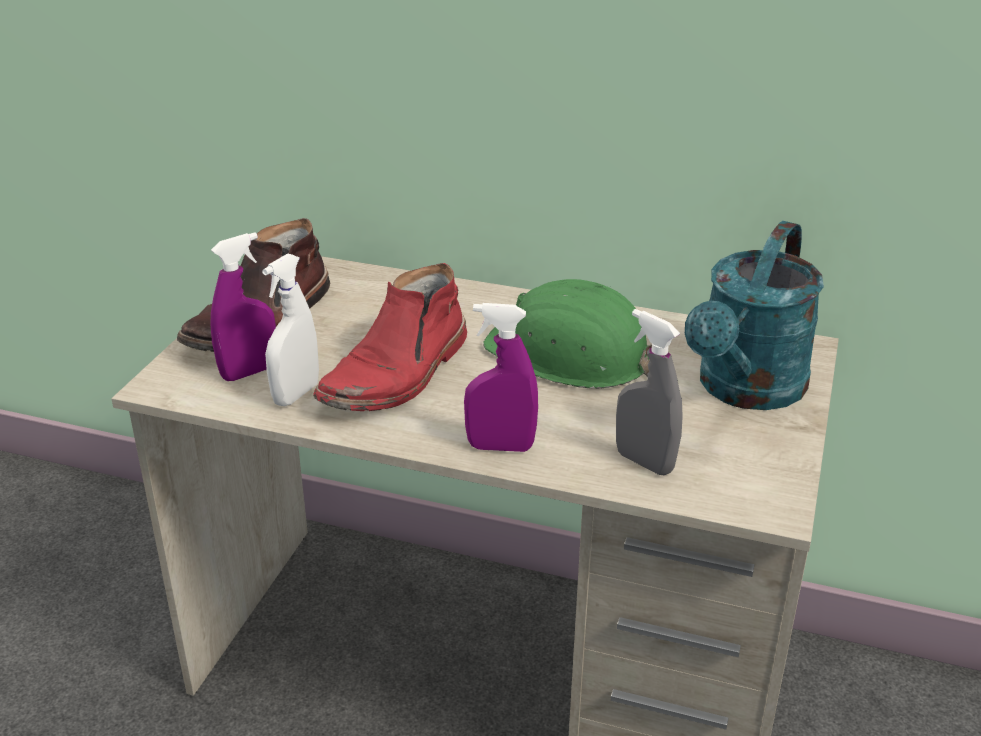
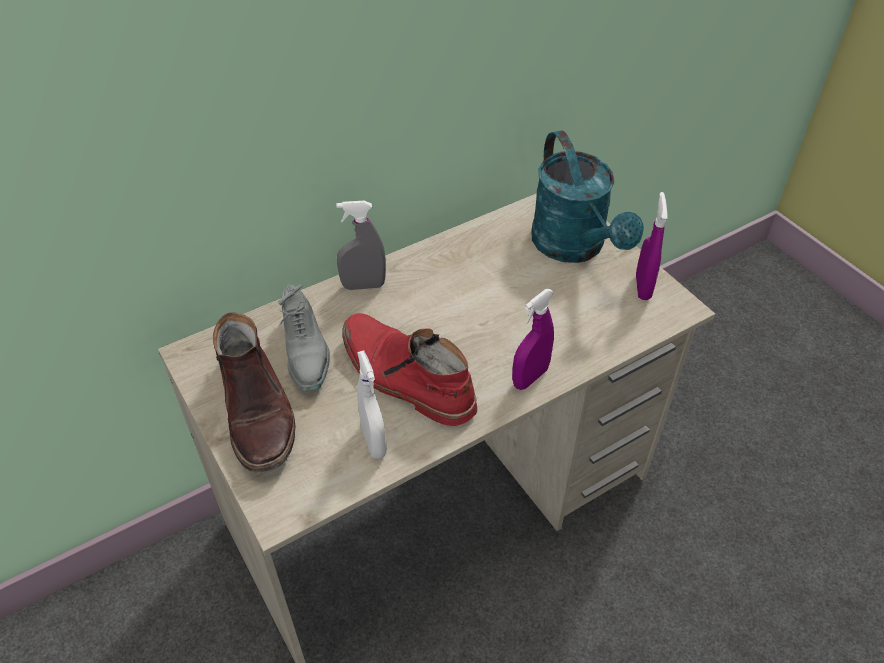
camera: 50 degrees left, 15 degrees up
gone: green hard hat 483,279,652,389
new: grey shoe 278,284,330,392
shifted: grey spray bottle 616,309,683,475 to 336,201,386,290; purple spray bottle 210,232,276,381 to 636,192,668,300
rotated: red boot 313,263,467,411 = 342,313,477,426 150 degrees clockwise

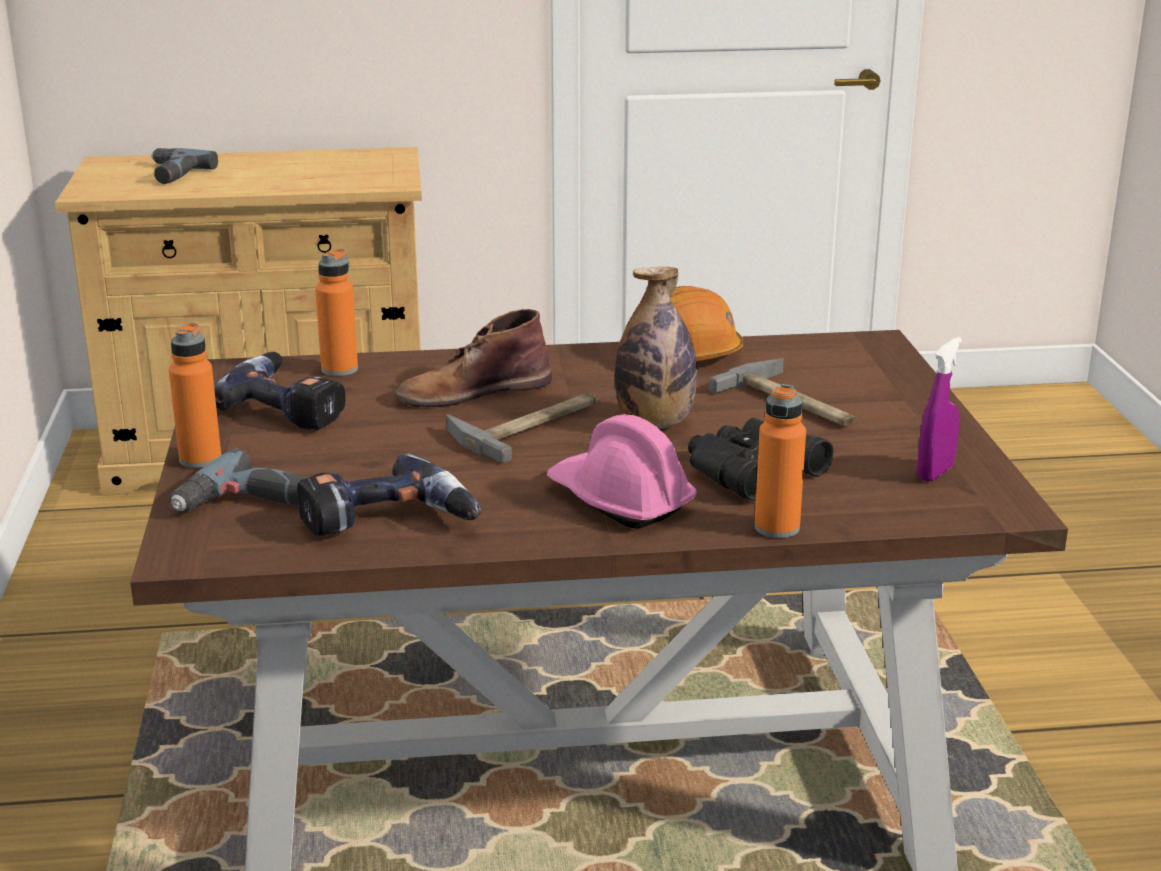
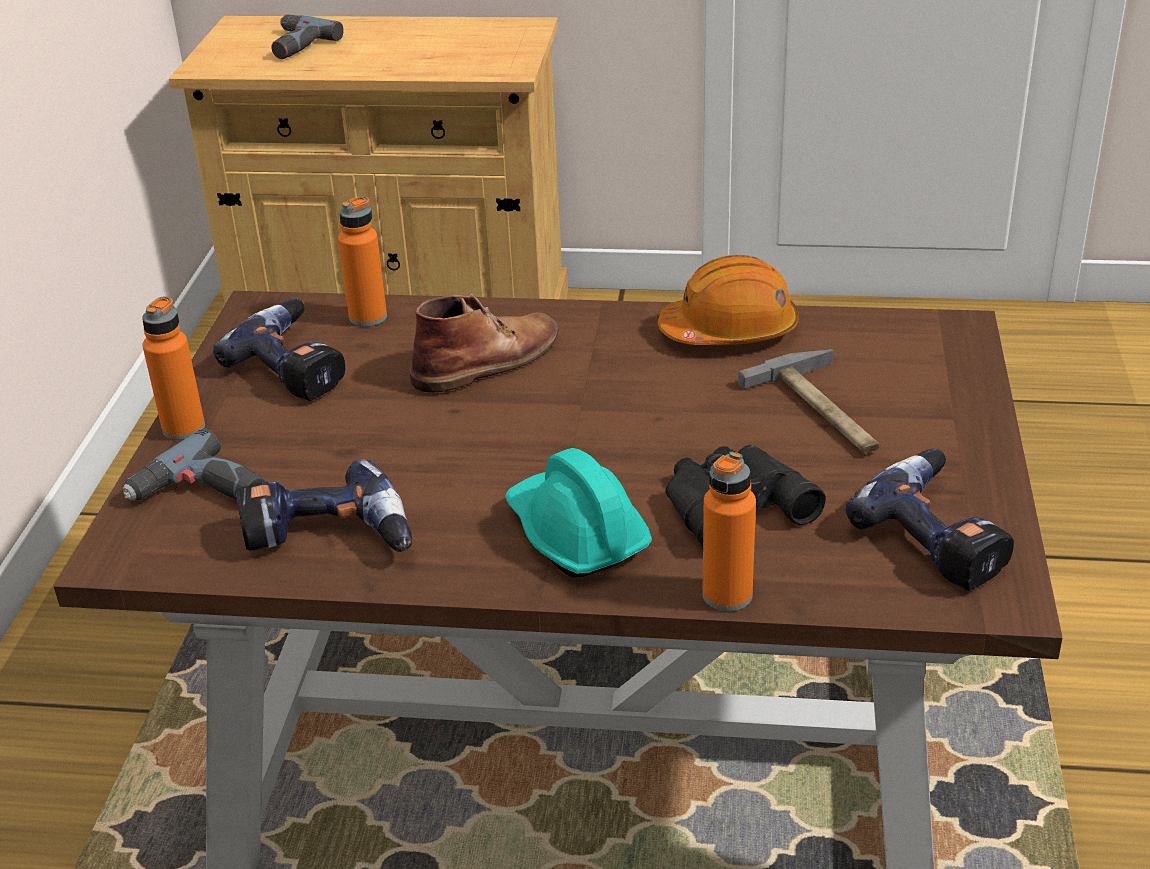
camera: 15 degrees right, 10 degrees up
gone: hammer 447,393,597,464; bottle 615,267,697,429
swapped: purple spray bottle 917,337,962,482 to power drill 845,448,1014,591
repainted: pink hard hat 547,414,697,529 to turquoise hard hat 505,448,652,578
rotated: brown boot 395,309,552,407 = 410,293,559,393 150 degrees clockwise

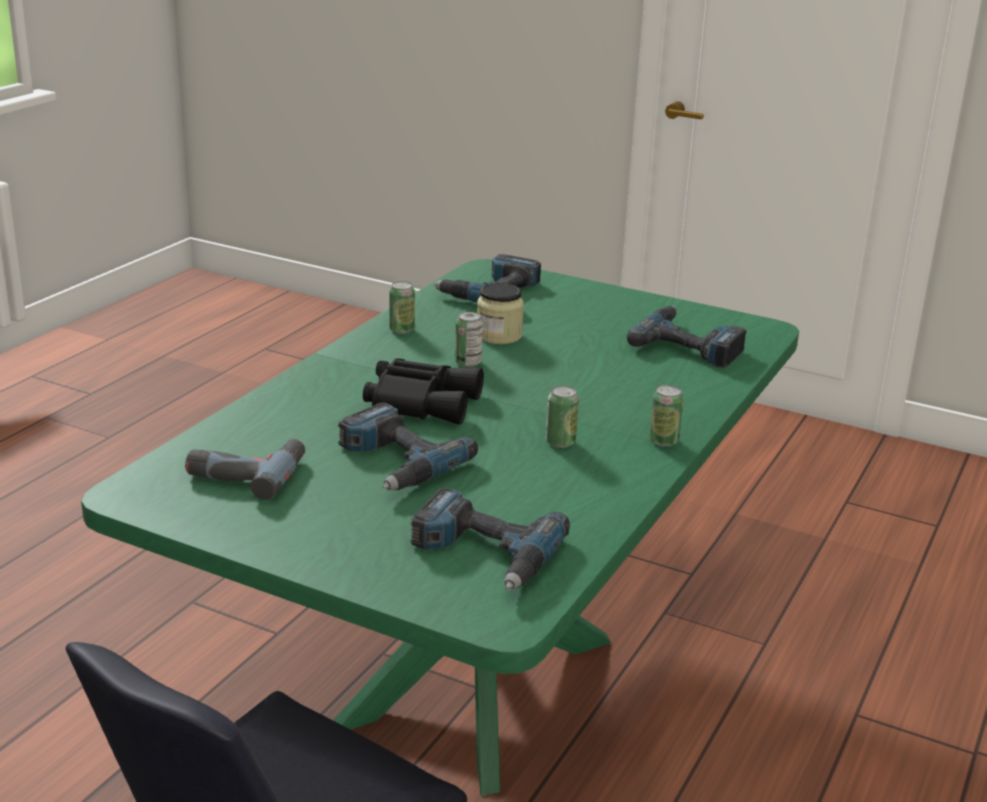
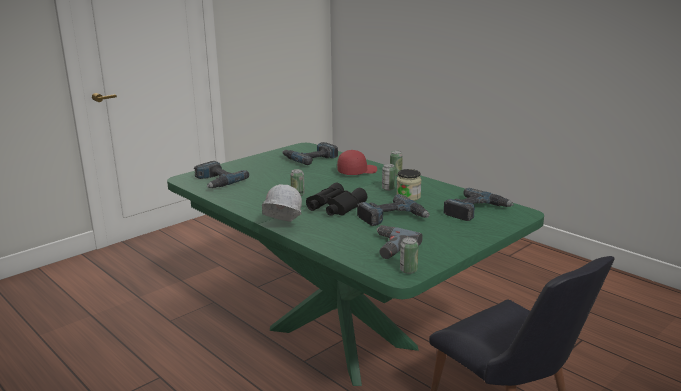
camera: 70 degrees left, 5 degrees down
new: white hard hat 262,184,302,222; red cap 337,150,377,175
shifted: jar 477,283,524,344 to 396,169,421,201; can 389,281,415,334 to 400,237,418,274

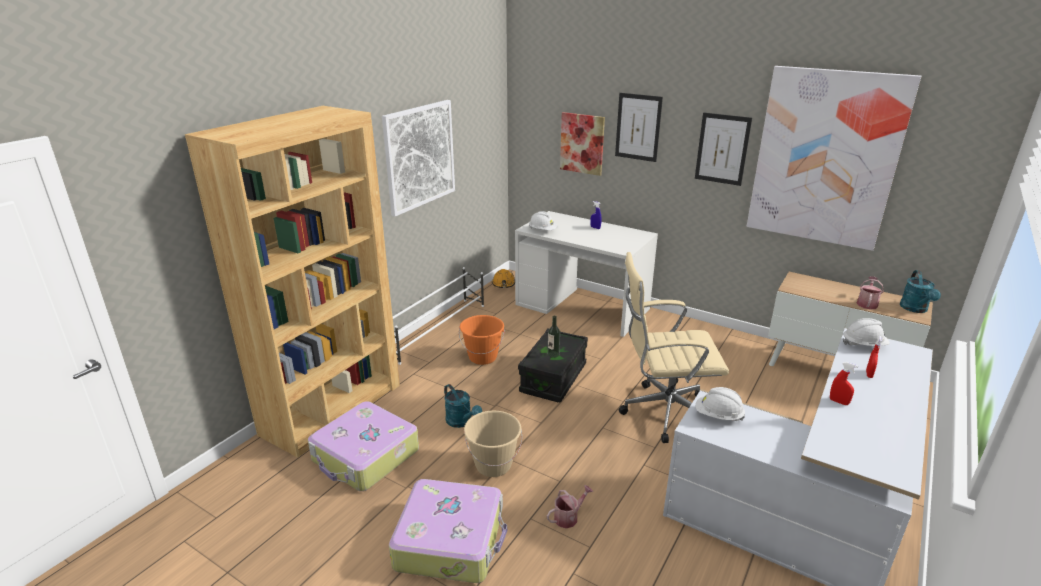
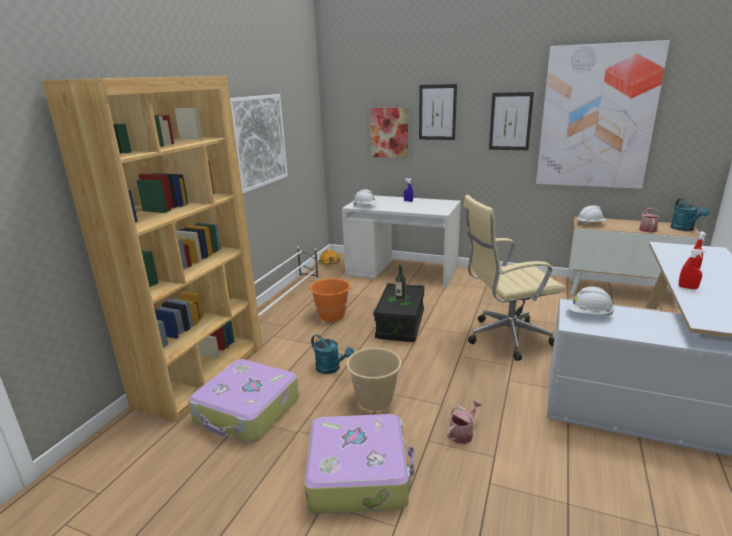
camera: 10 degrees left, 5 degrees down
shifted: white hard hat 843,318,890,346 to 577,205,607,225

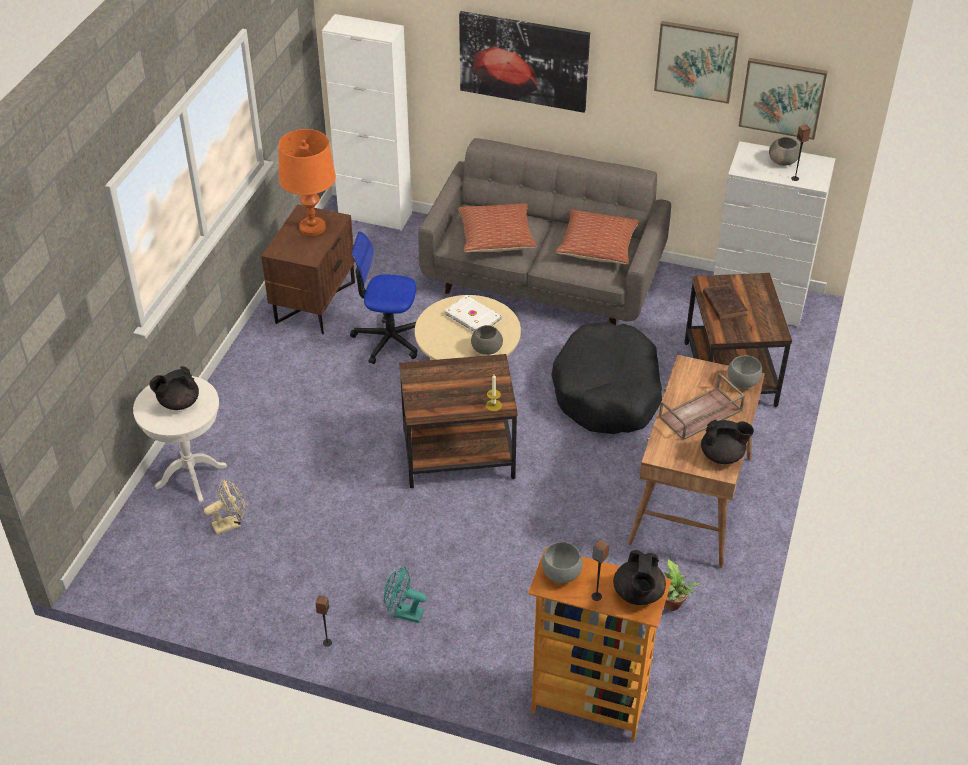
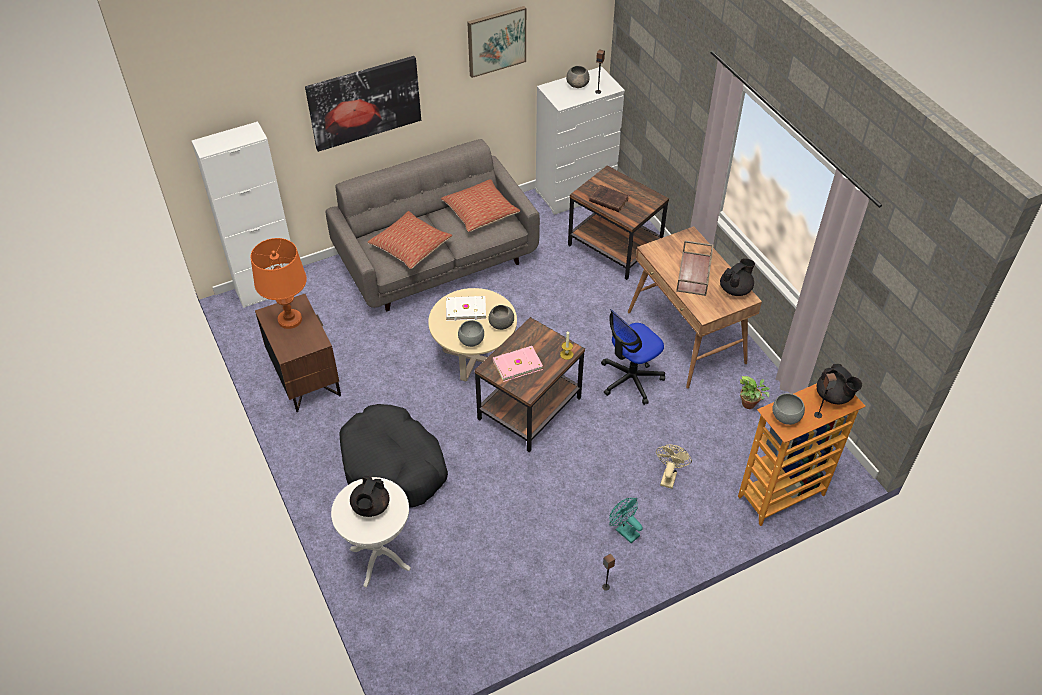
camera: 45 degrees left, 5 degrees up
gone: picture 738,58,828,140
new: pink book 493,346,543,382
shifted: black dog bed 551,322,662,434 to 339,404,448,508; grey bowl 727,355,762,388 to 458,320,484,347; office chair 350,231,418,364 to 601,309,665,405; beige fan 204,479,245,535 to 656,444,692,489
rotated: turquoise fan 383,566,427,623 = 609,498,643,543 75 degrees clockwise

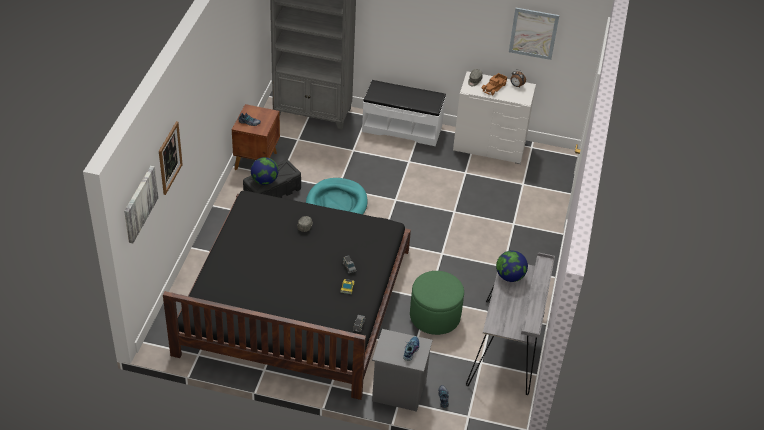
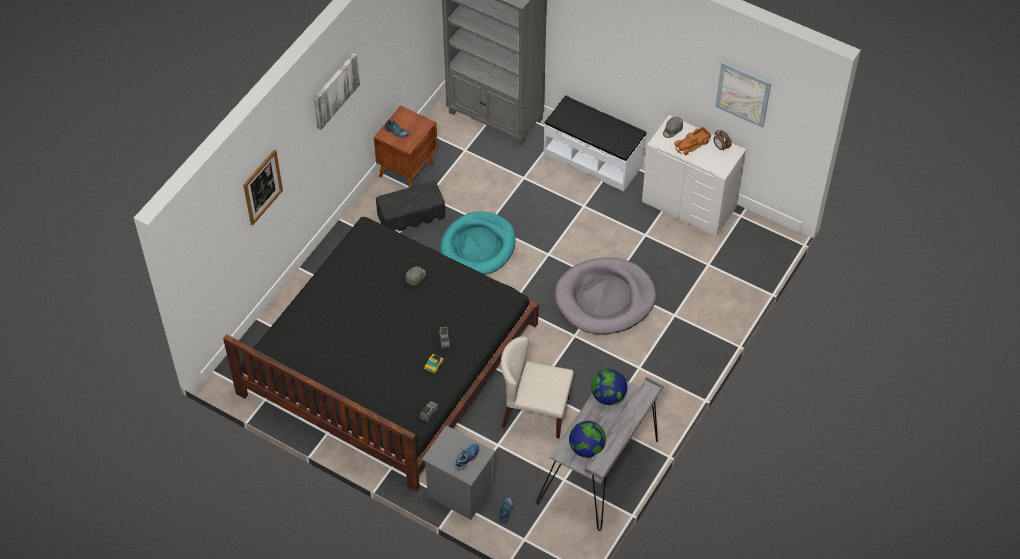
camera: 20 degrees right, 10 degrees up
new: grey dog bed 555,257,656,334
shifted: picture 124,165,159,243 to 313,53,360,130; globe 251,157,278,185 to 569,421,606,458
swapped: green ottoman 410,271,464,335 to beige chair 501,336,574,439

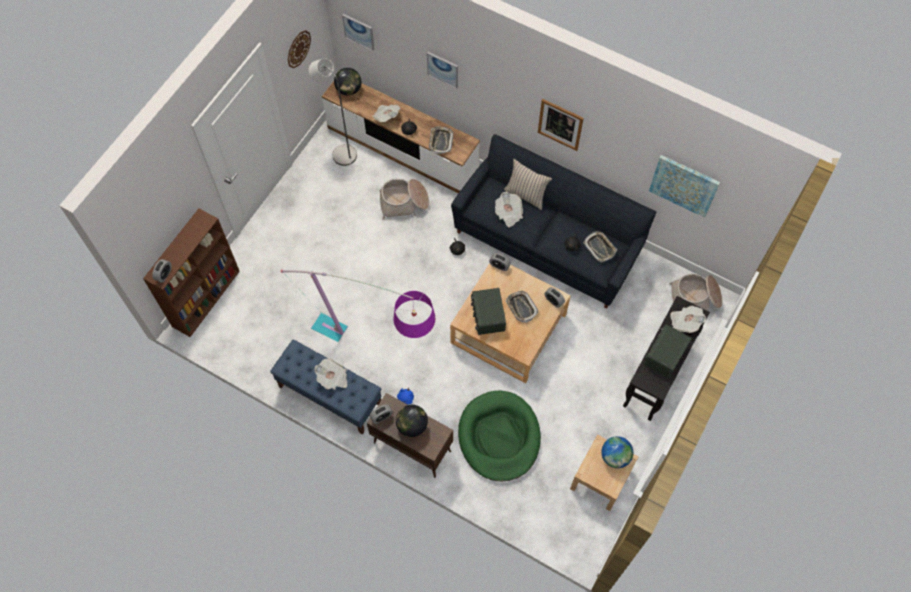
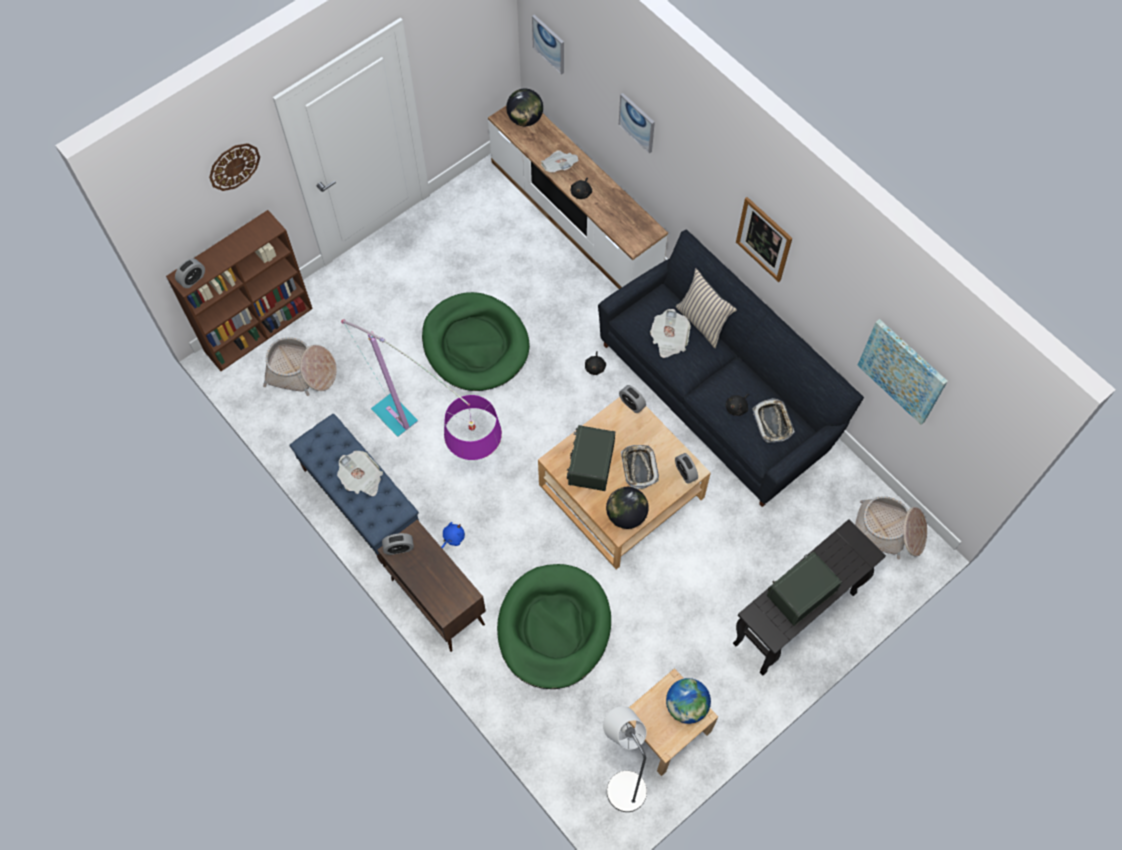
camera: 20 degrees right, 0 degrees up
gone: tray 429,126,453,154; newspaper 671,306,706,333
new: green dog bed 422,292,530,391
shifted: wall clock 288,30,311,68 to 209,143,260,191; basket 379,179,429,220 to 263,337,337,396; grey floor lamp 309,58,357,166 to 603,706,647,812; globe 396,405,428,437 to 606,487,649,529

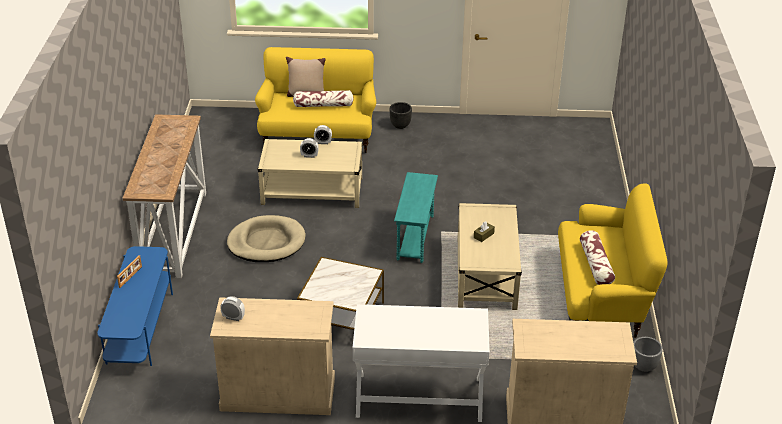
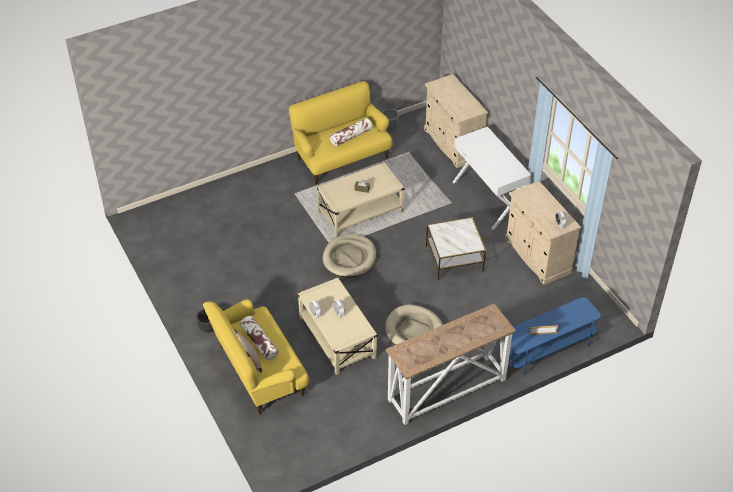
camera: 120 degrees left, 10 degrees up
swapped: turquoise side table 394,172,438,263 to beige dog bed 323,234,376,278

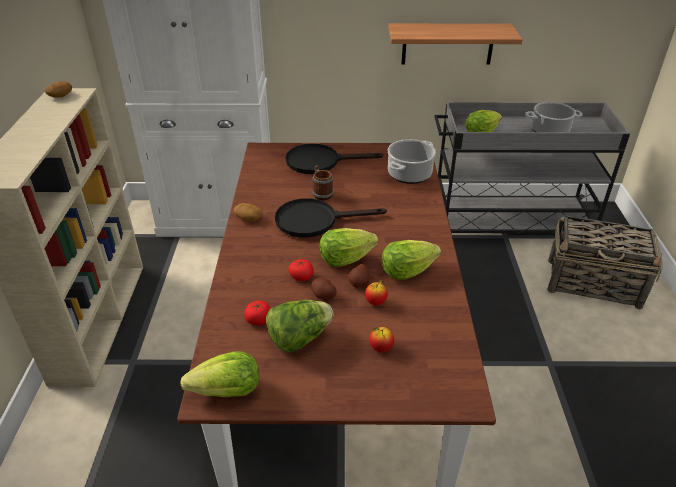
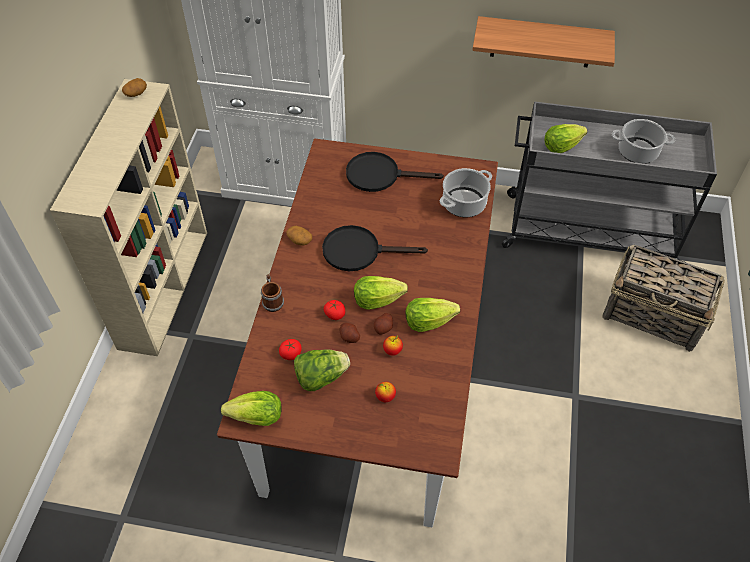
camera: 10 degrees right, 15 degrees up
shifted: mug 312,165,334,200 to 261,274,284,312

